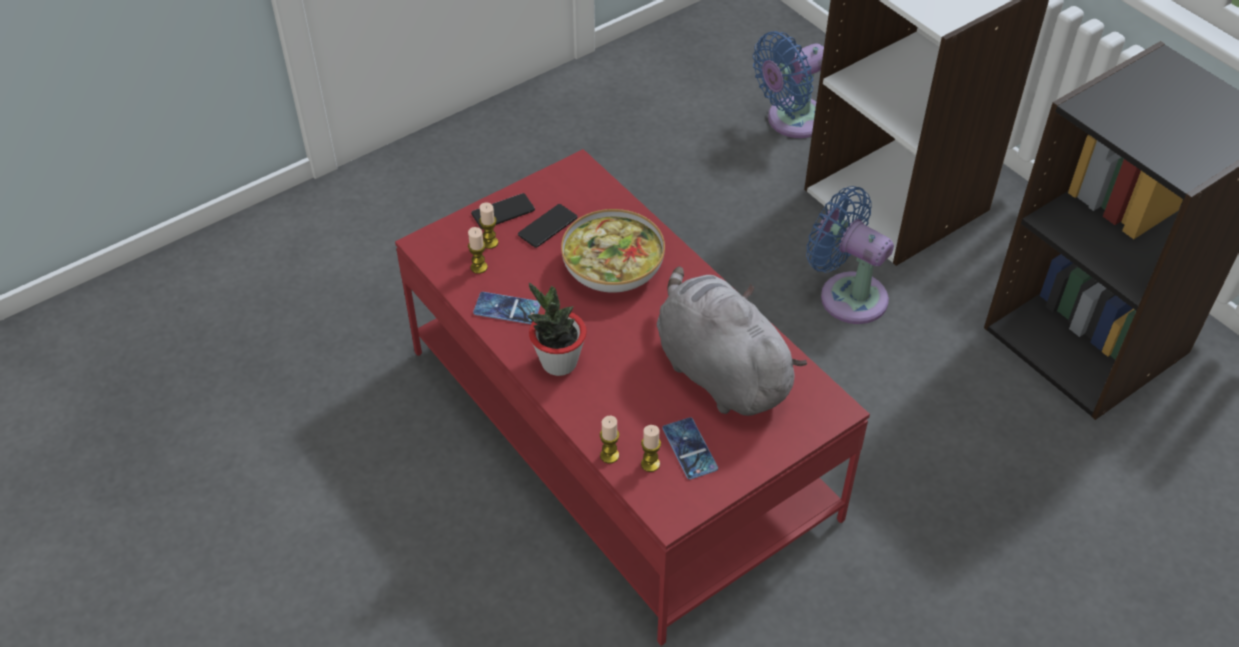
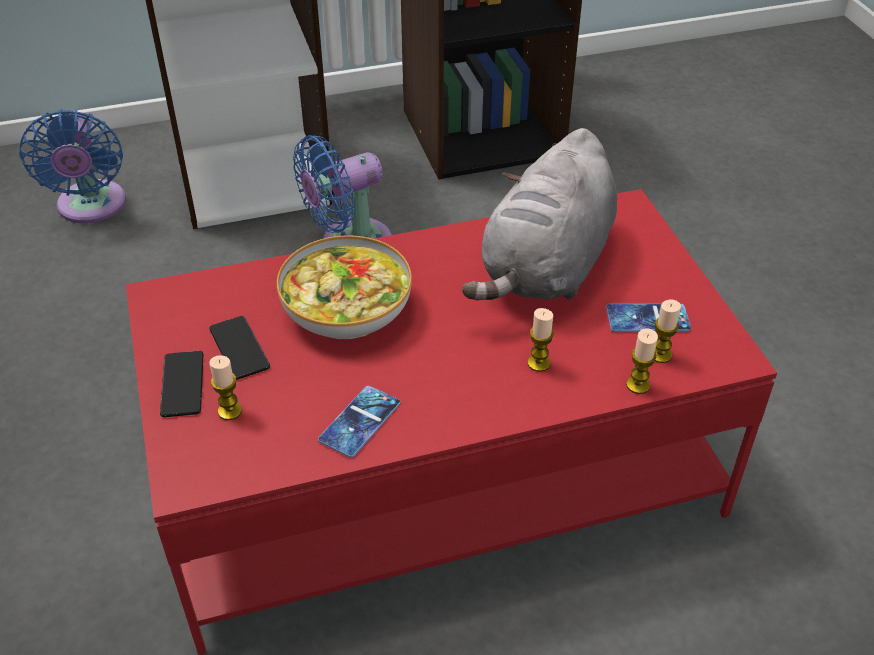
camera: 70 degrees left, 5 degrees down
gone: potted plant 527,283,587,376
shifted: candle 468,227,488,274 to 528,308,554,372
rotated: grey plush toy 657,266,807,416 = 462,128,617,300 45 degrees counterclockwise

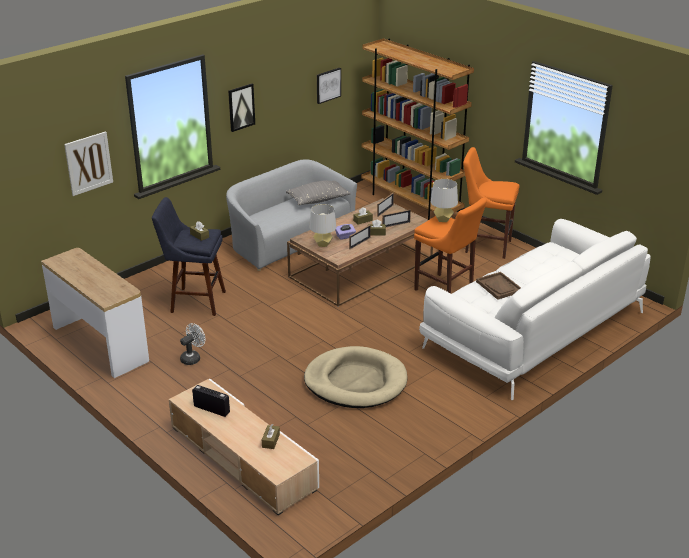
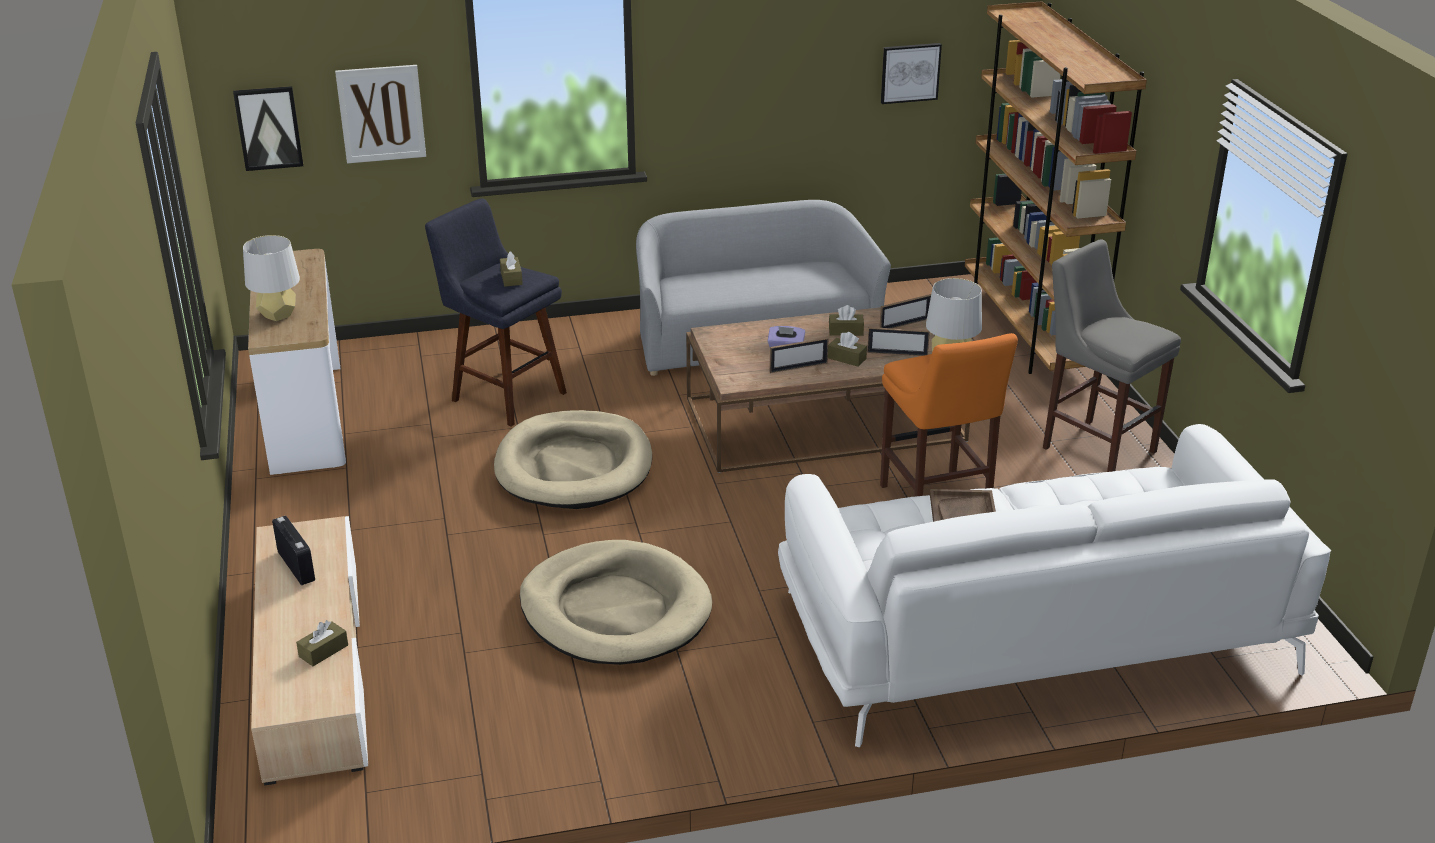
camera: 30 degrees right, 0 degrees up
gone: white fan 180,323,205,365; grey pillow 286,180,351,205
new: beige dog bed 494,410,652,509
shifted: picture 228,83,255,132 to 233,86,303,171; grey table lamp 309,204,336,247 to 243,235,300,321
repainted: orange stool 463,147,519,259 to grey stool 1043,239,1181,472

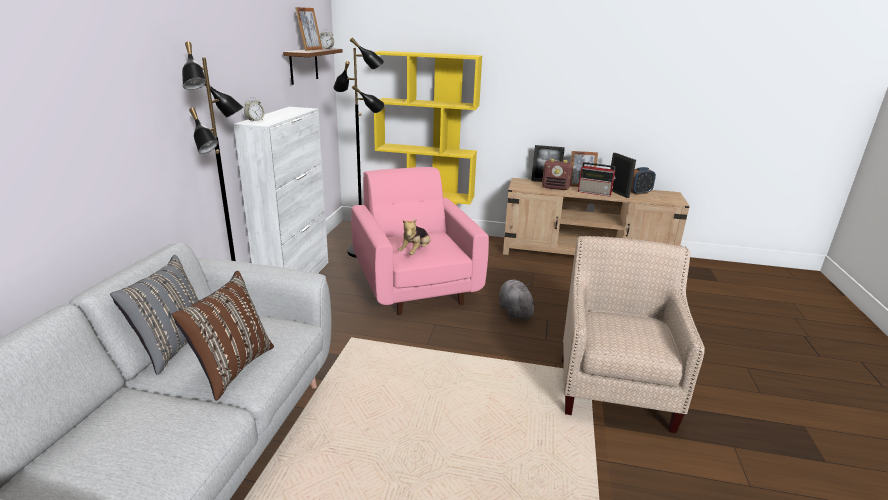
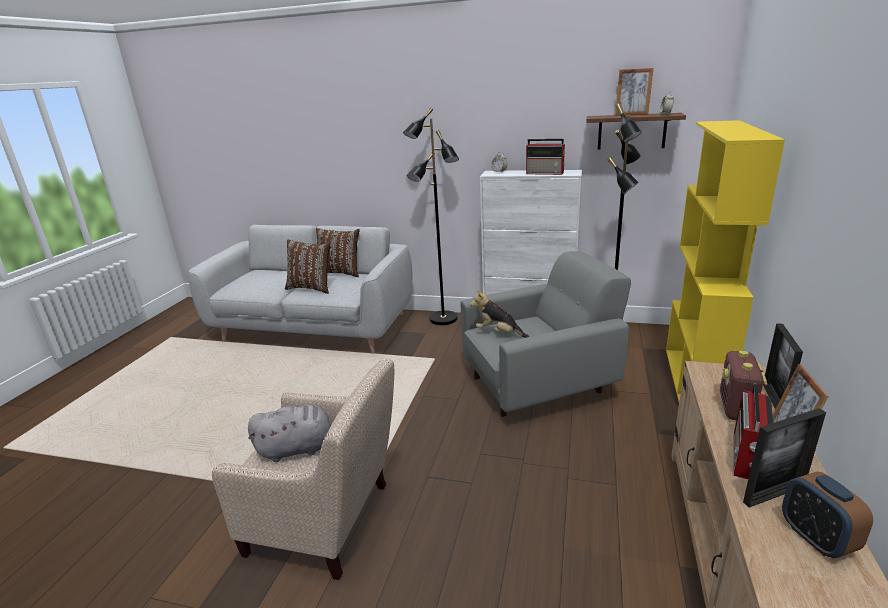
camera: 95 degrees right, 0 degrees up
new: radio 526,139,566,175
shifted: grey plush toy 499,280,537,320 to 248,405,331,462
repainted: grey pillow 110,255,199,375 to brown pillow 316,228,360,277; pink armchair 351,167,489,315 to grey armchair 461,251,631,417

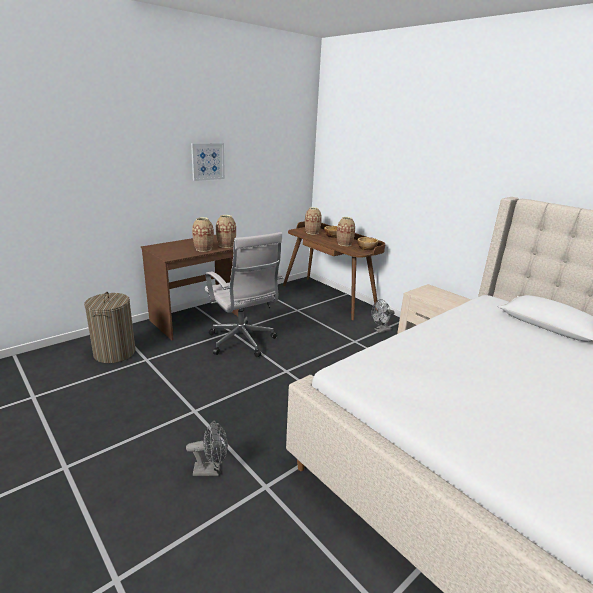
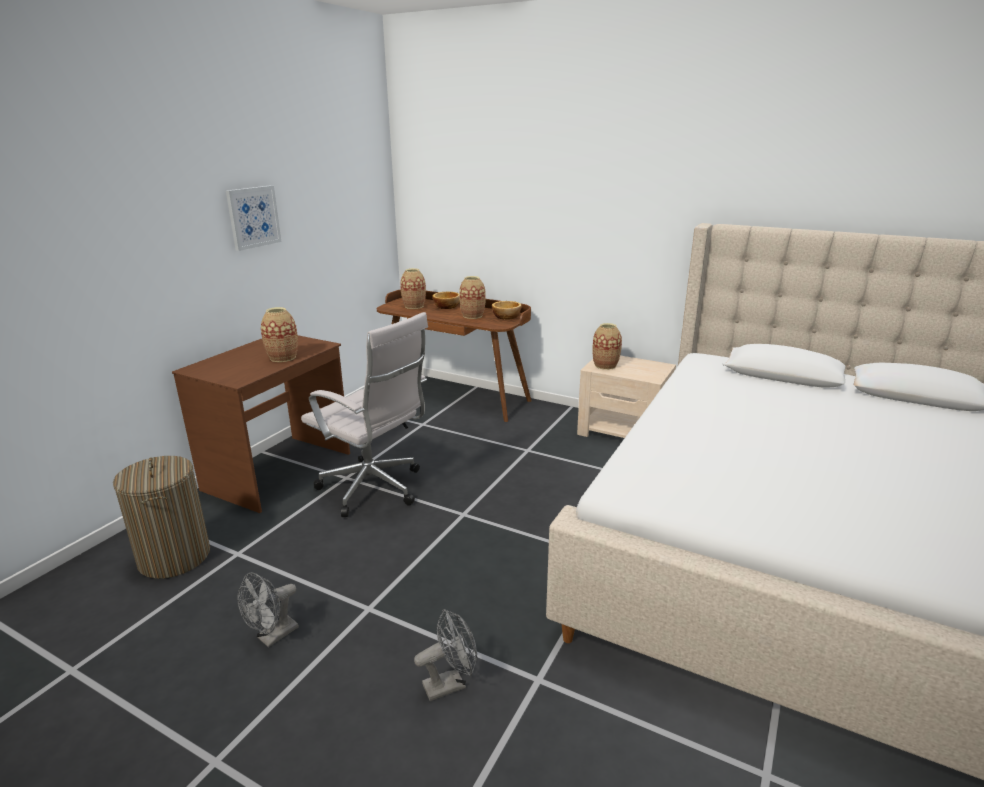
camera: 20 degrees left, 0 degrees up
shifted: grey fan 372,299,395,333 to 237,572,299,647; vase 216,215,236,248 to 593,323,622,370

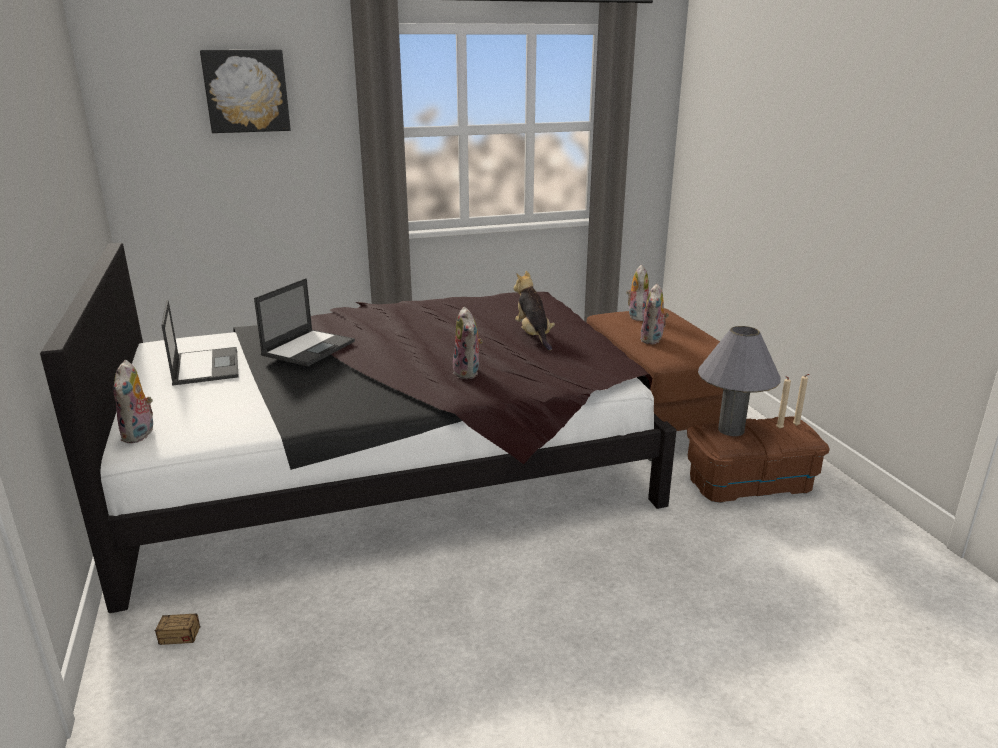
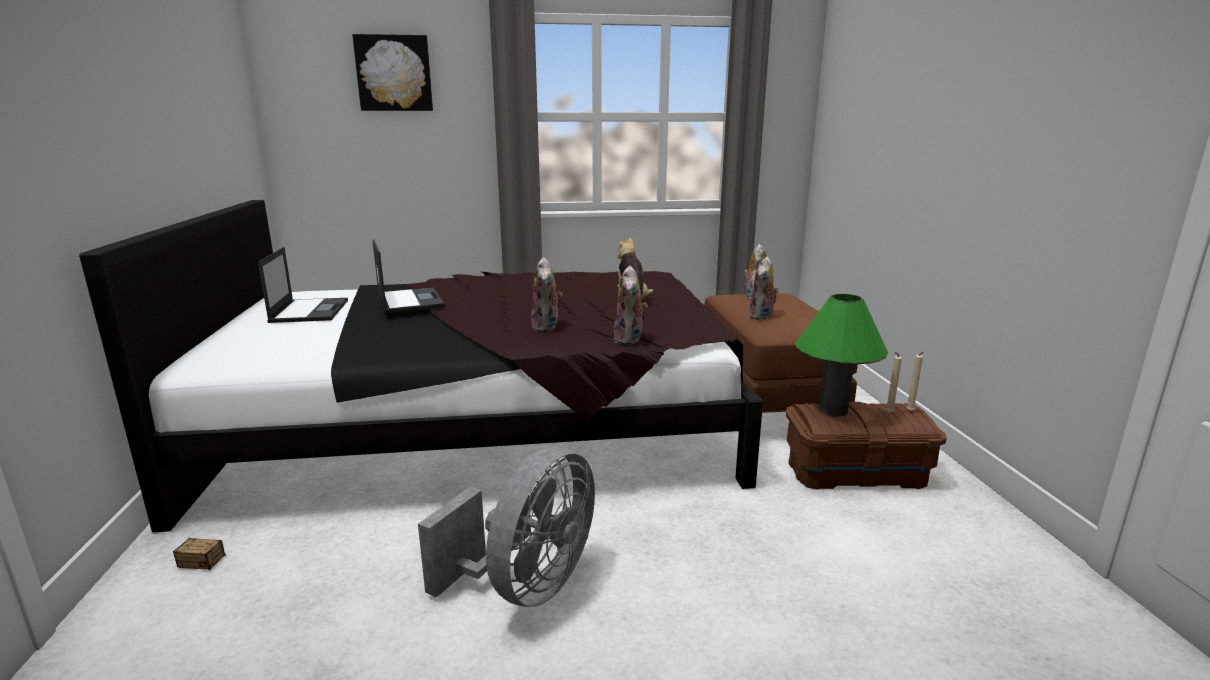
camera: 10 degrees right, 5 degrees down
new: grey fan 418,447,595,607
shifted: plush toy 113,360,153,443 to 614,265,648,345
repainted: grey table lamp 698,326,781,436 to green table lamp 795,294,888,417
rotated: laptop 254,278,355,366 = 372,239,445,313 60 degrees counterclockwise

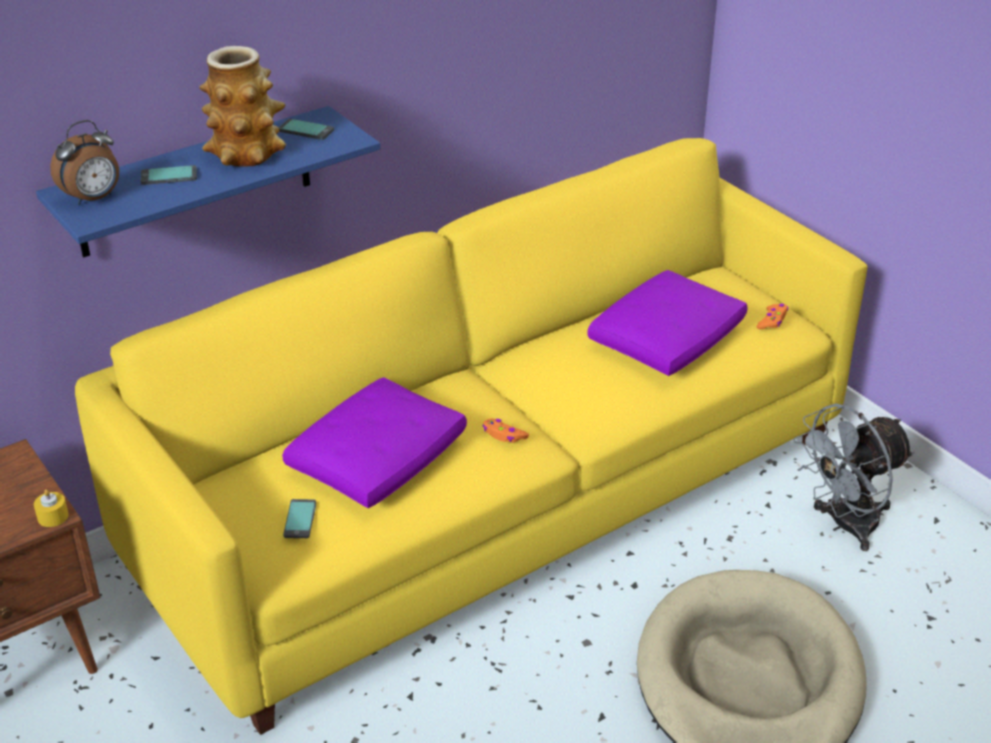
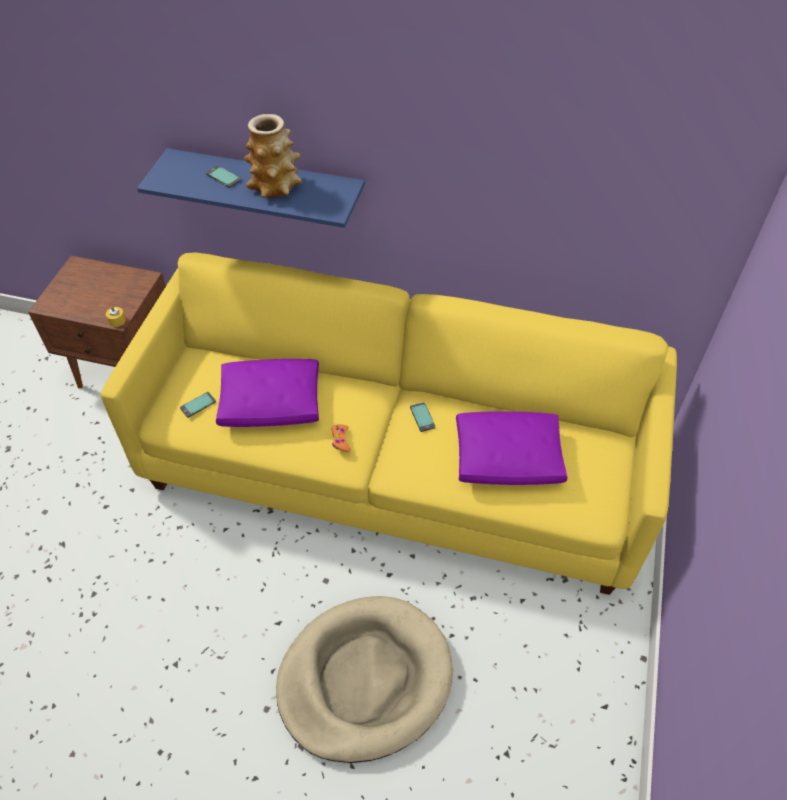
camera: 50 degrees right, 15 degrees up
gone: alarm clock 50,120,119,205; orange game controller 757,304,788,329; grey fan 793,403,914,551
shifted: phone 278,119,334,140 to 410,402,435,432

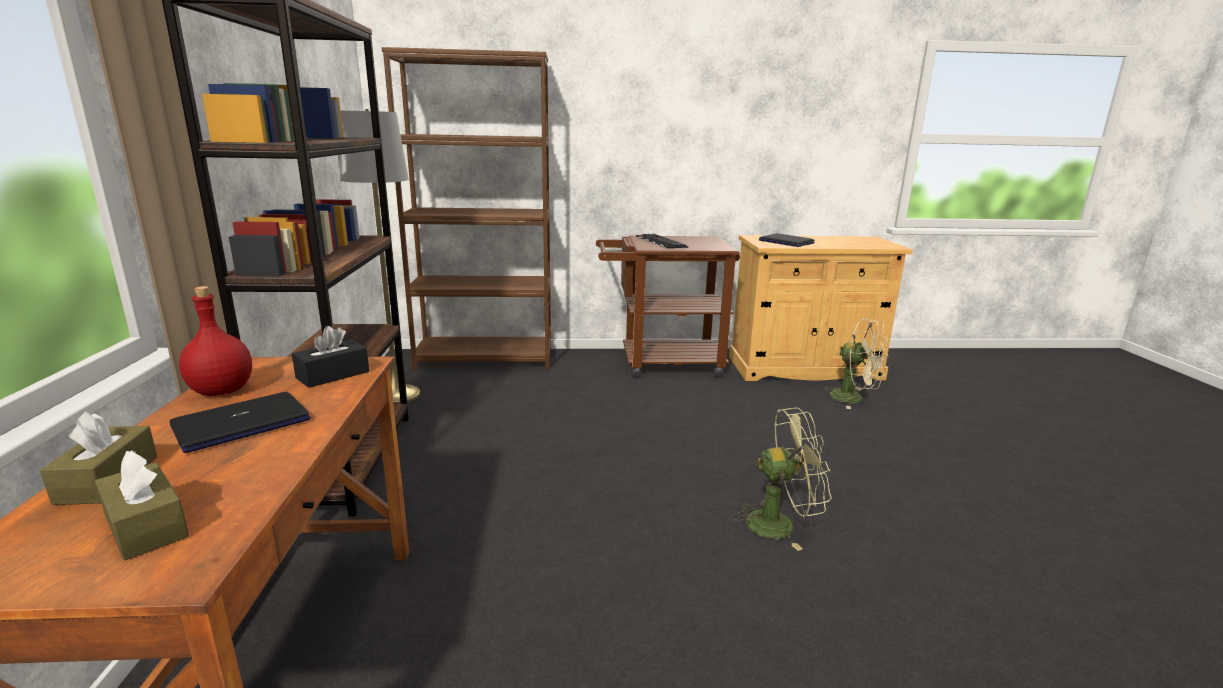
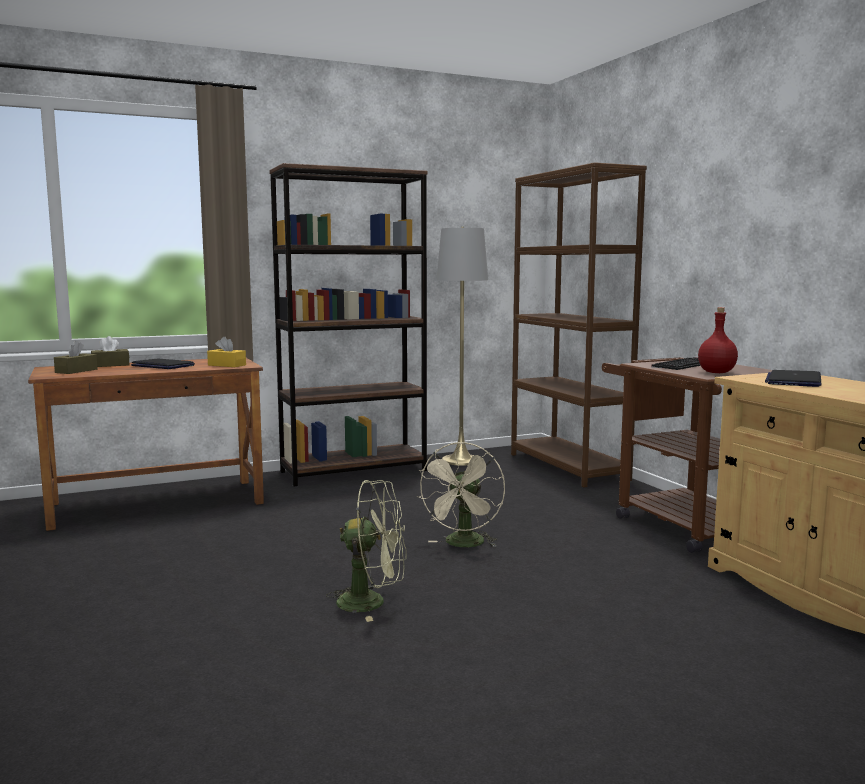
camera: 70 degrees right, 10 degrees down
shifted: beige fan 824,318,888,409 to 417,442,505,547; red bottle 179,286,252,396 to 698,307,738,373
repainted: black tissue box 292,326,369,388 to yellow tissue box 207,337,246,367
rotated: green fan 730,408,832,551 = 326,480,407,622 60 degrees counterclockwise

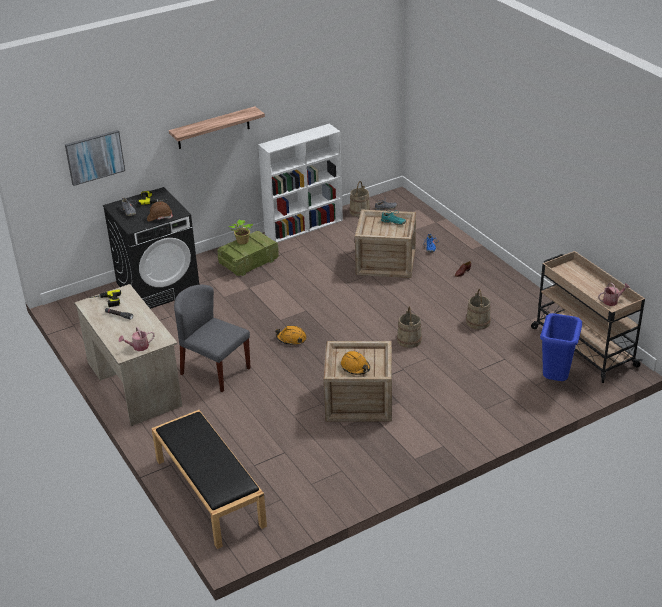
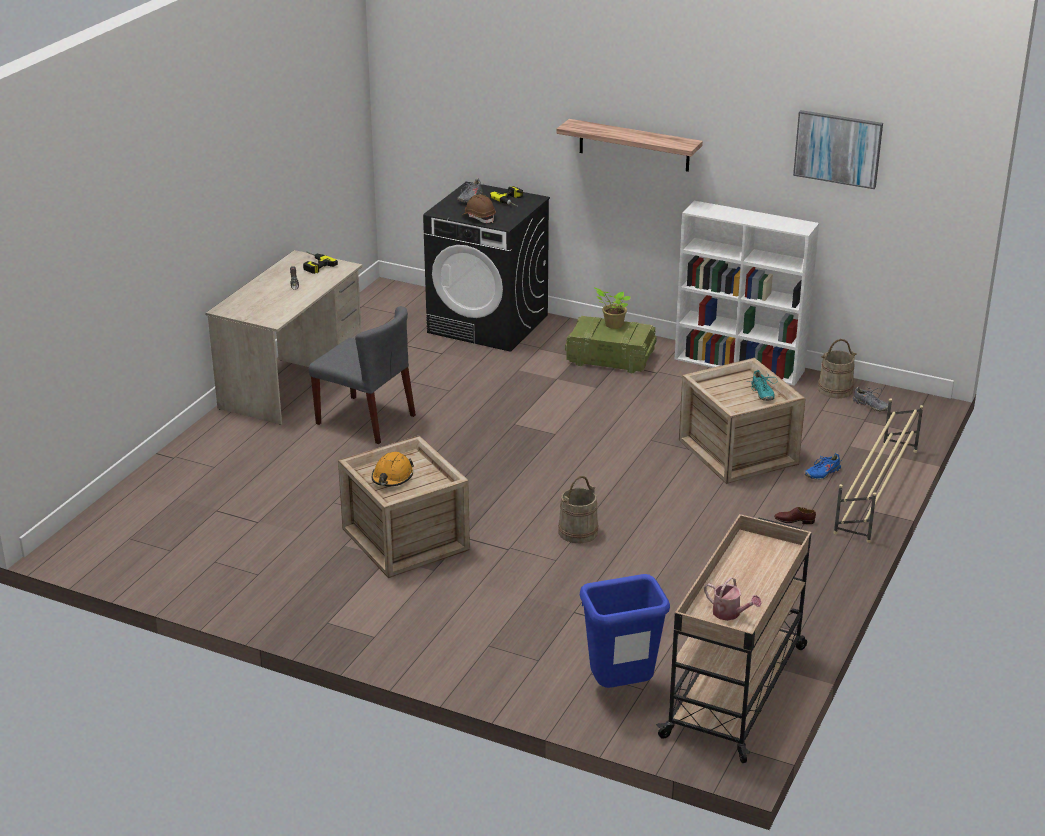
camera: 55 degrees right, 5 degrees down
gone: watering can 119,327,154,351; black bench 151,410,267,549; orange hard hat 275,326,307,345; beige bucket 466,289,491,330
new: beige shoe rack 834,398,923,543
shifted: picture 65,130,125,186 to 793,110,883,189
rotated: grey chair 174,285,251,393 = 309,306,416,444 120 degrees clockwise

